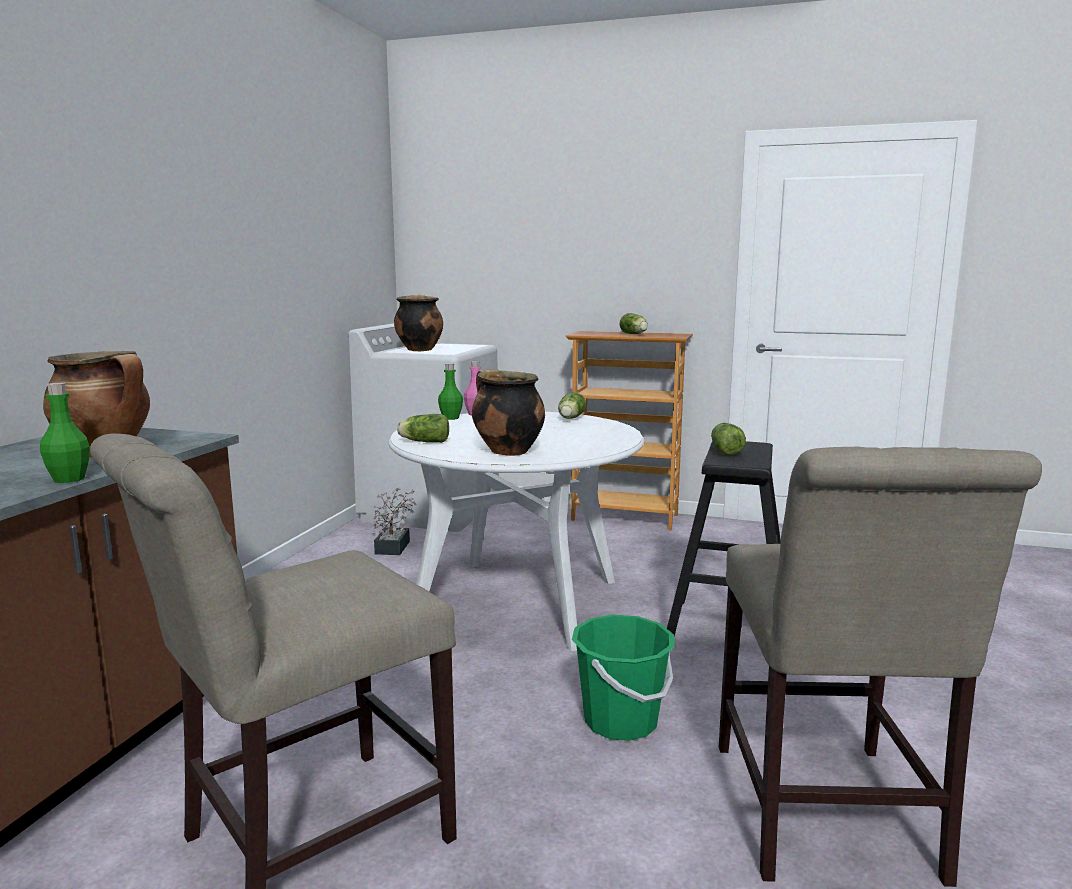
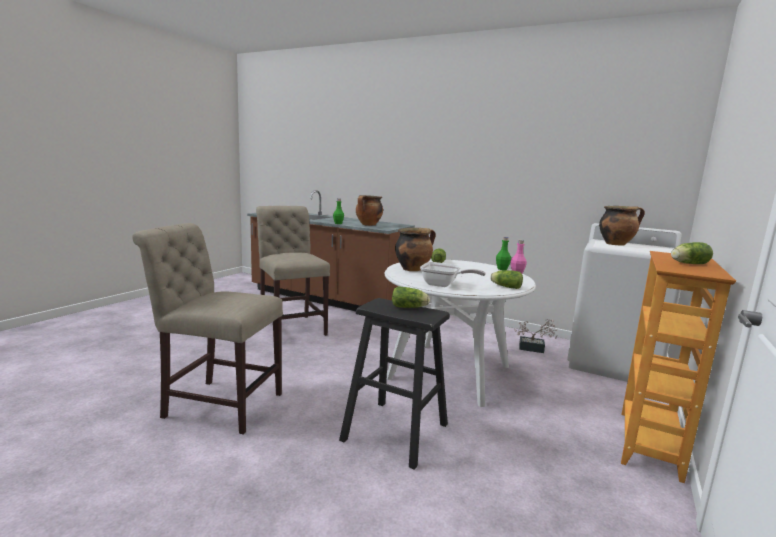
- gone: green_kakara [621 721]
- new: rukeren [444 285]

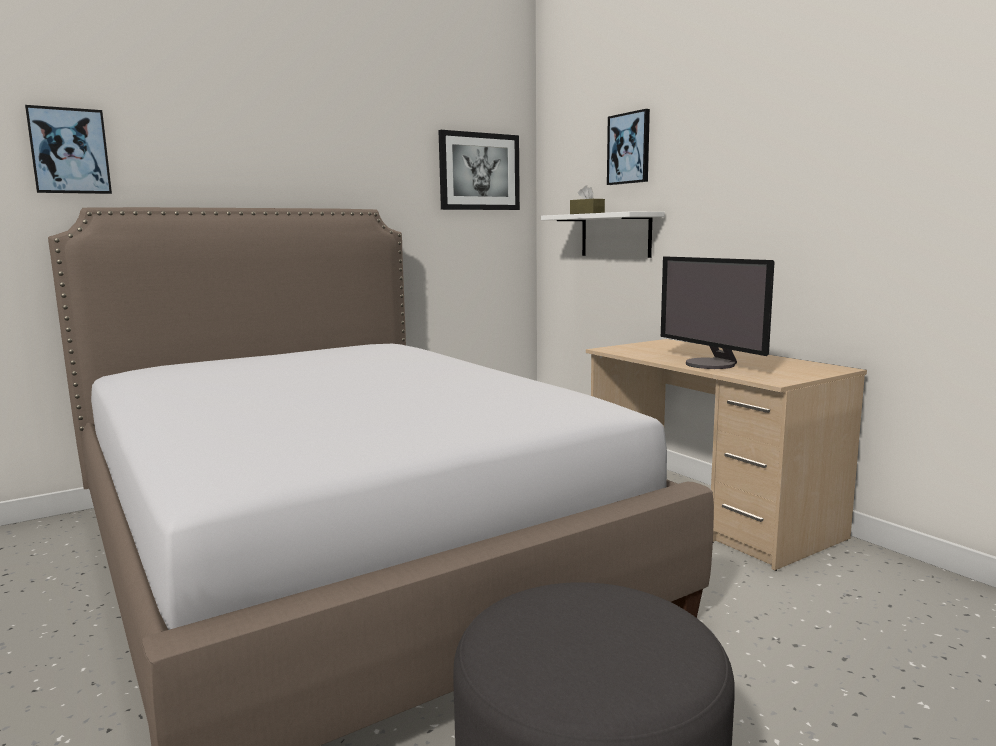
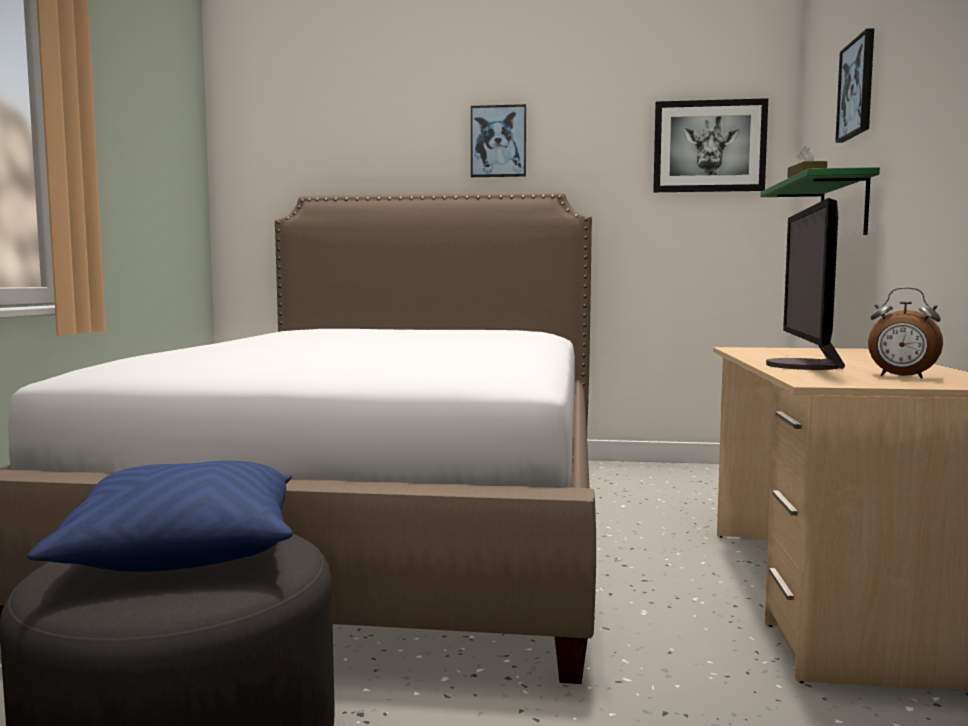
- shifted: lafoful [69 151] to [498 141]
- repainted: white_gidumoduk [615 235] to green_gidumoduk [843 209]
- new: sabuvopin [901 377]
- new: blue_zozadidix [183 549]

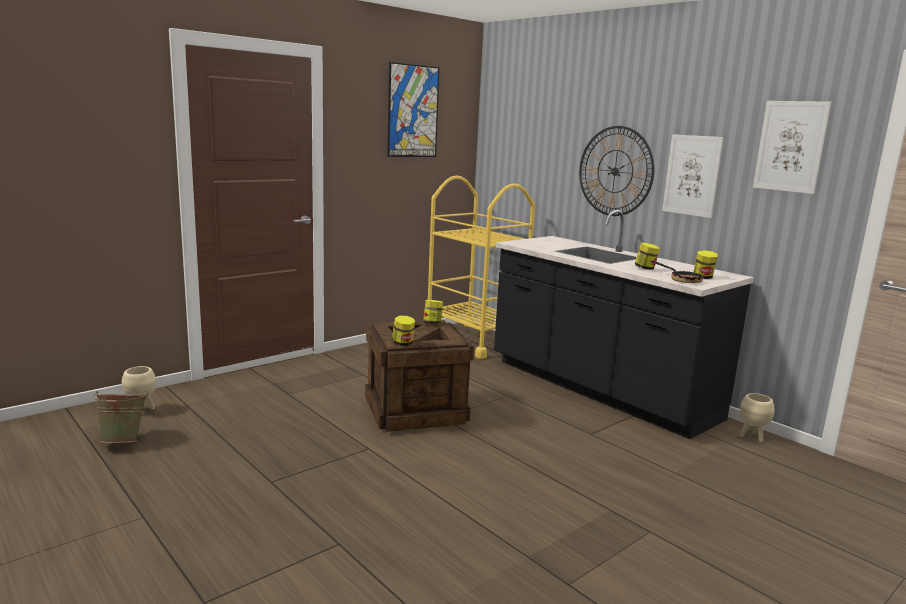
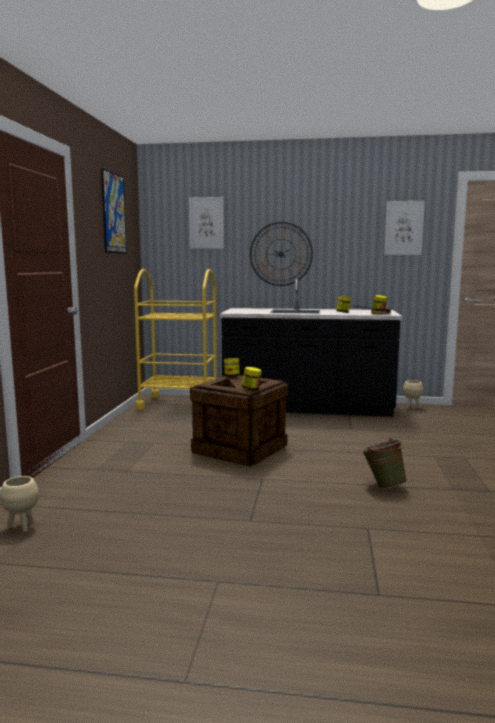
- shifted: lafoful [692 175] to [206 223]
- shifted: green_kakara [124 441] to [382 486]

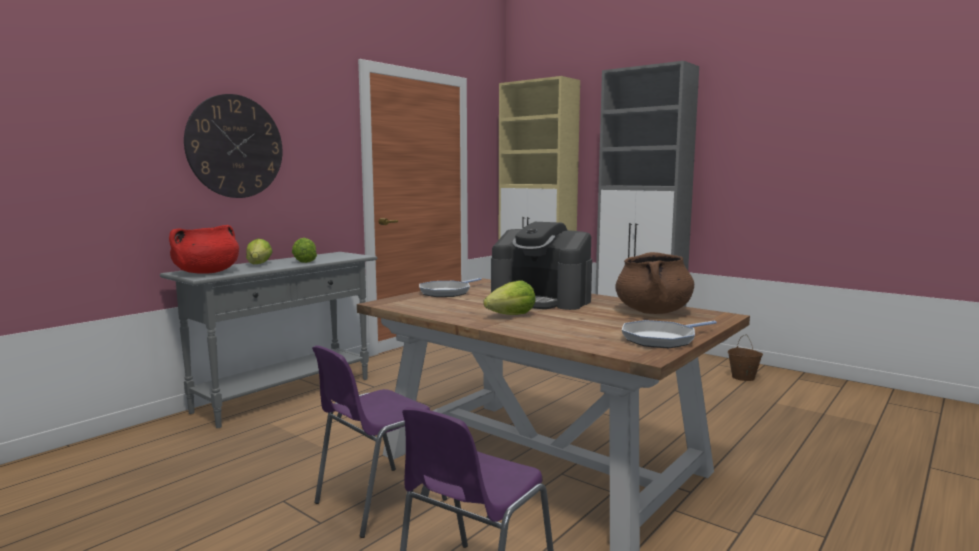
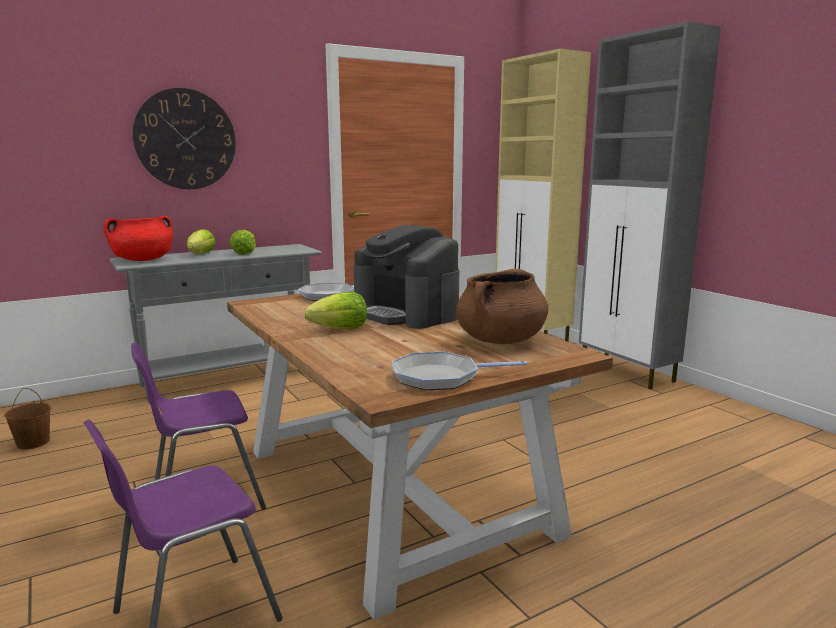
- shifted: brown_kakara [743 377] to [32 443]

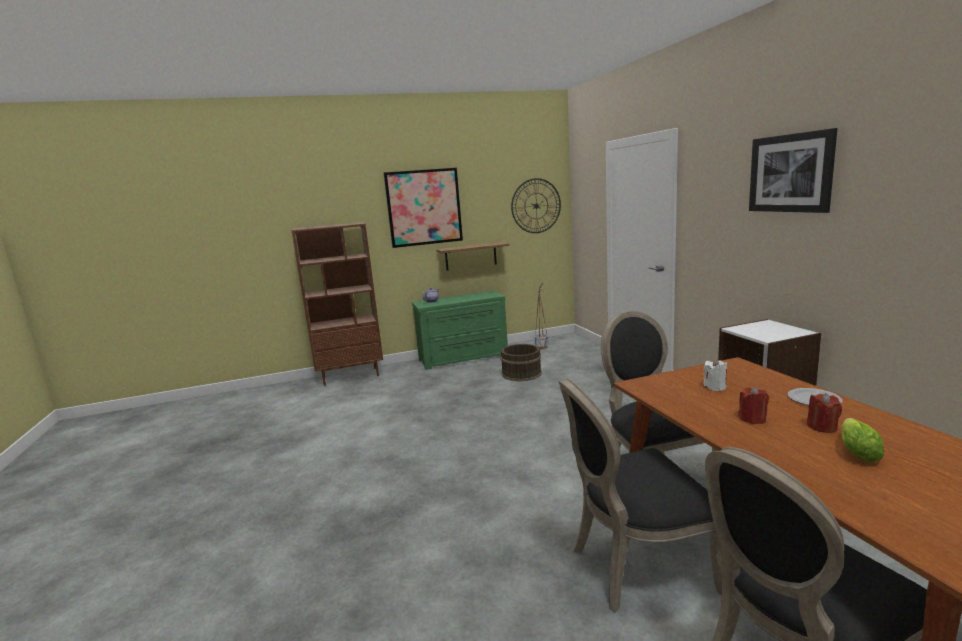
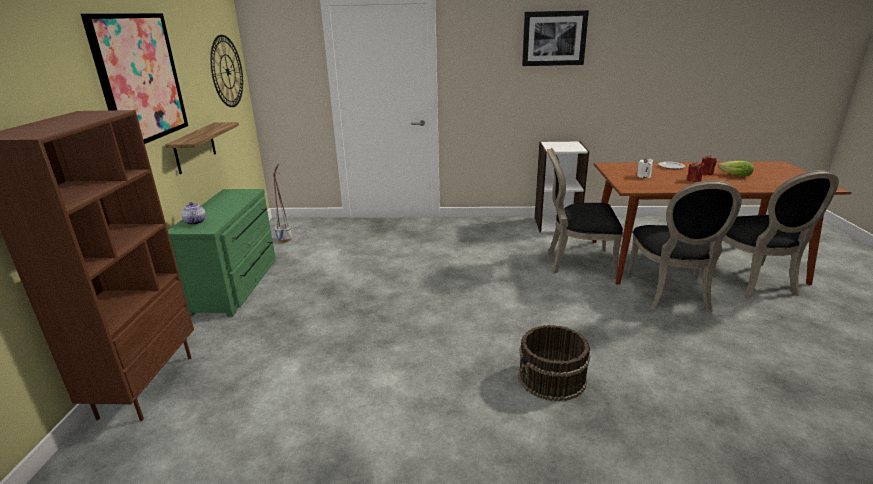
- shifted: brown_kakara [521 374] to [552 378]

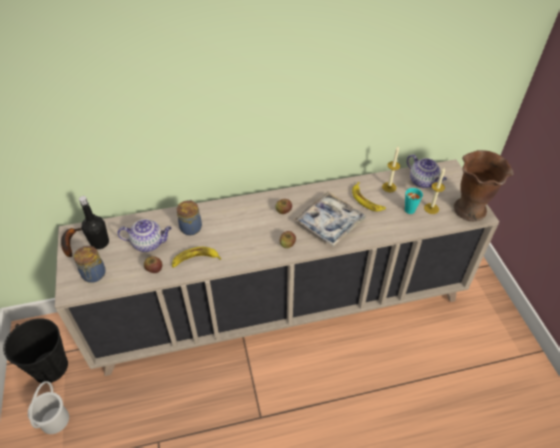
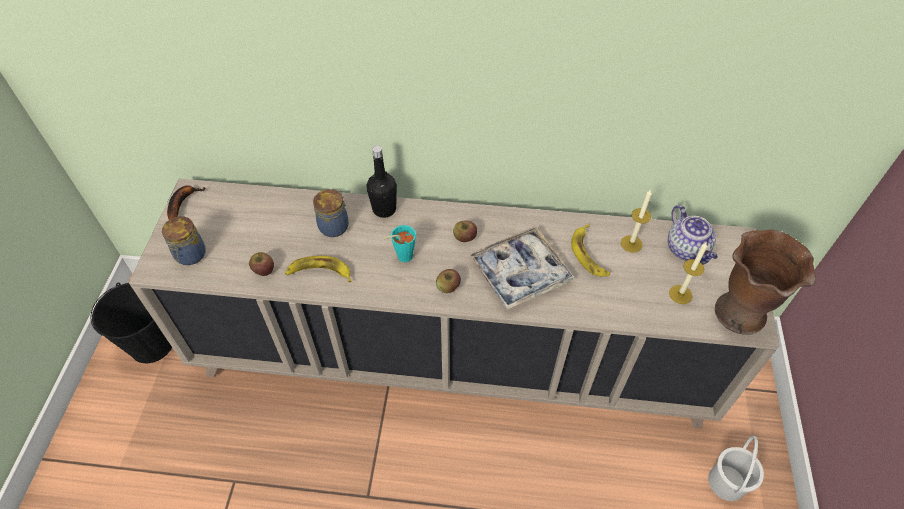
- shifted: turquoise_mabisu [408 211] to [401 257]
- shifted: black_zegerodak [100 243] to [384 209]
- gone: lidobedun [149 243]
- shifted: white_kakara [55 420] to [727 482]

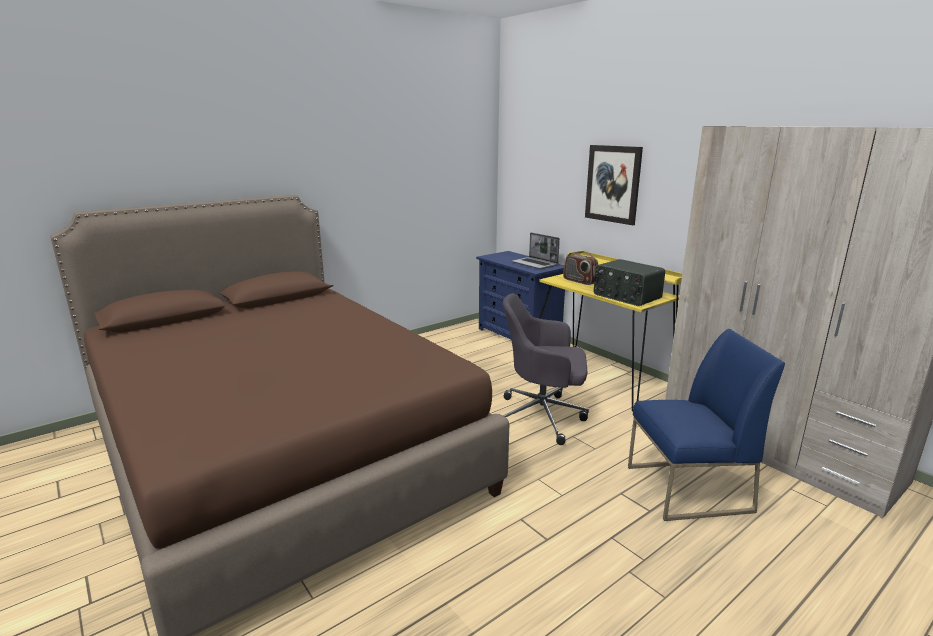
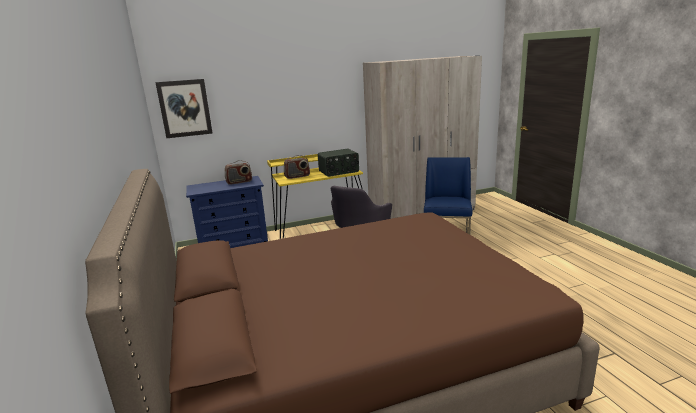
- shifted: lafoful [613 184] to [185 108]
- swapped: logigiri [535 264] to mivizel [239 182]

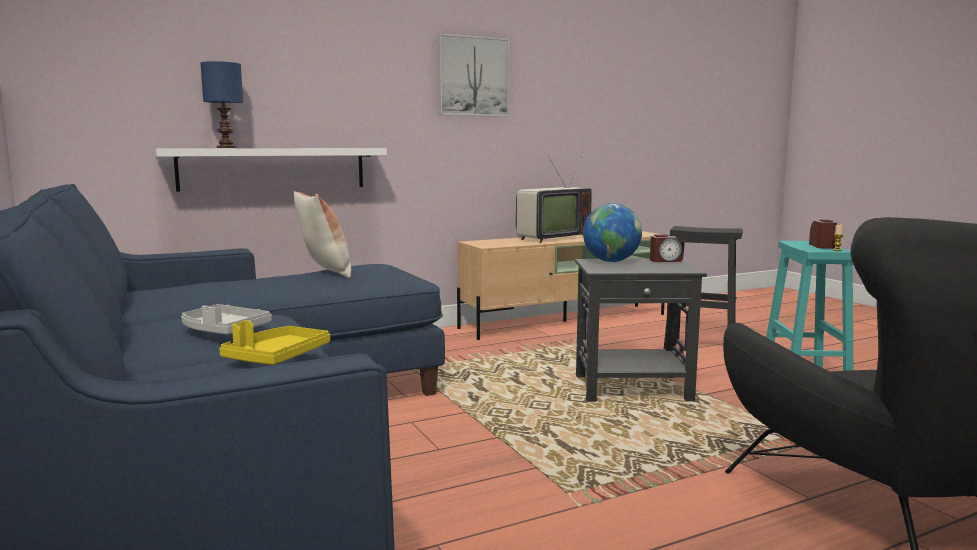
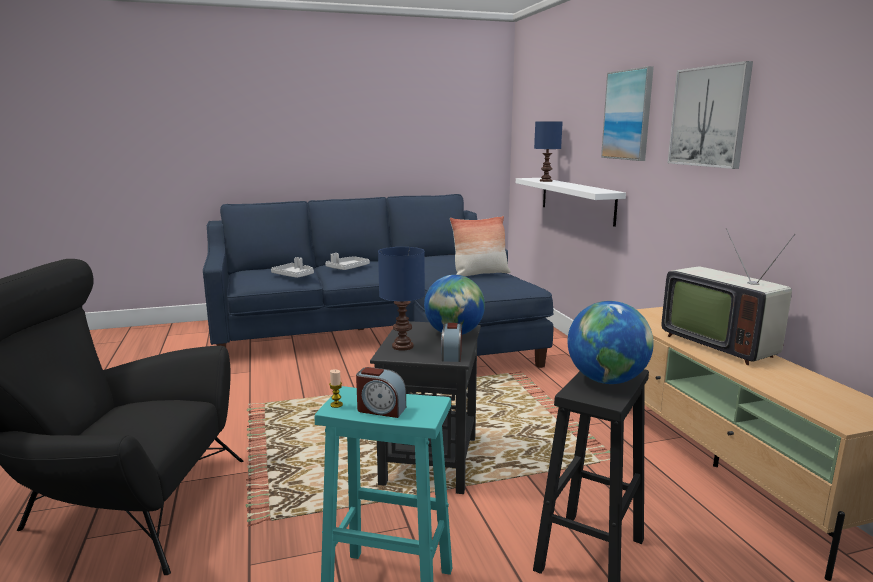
- repainted: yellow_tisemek [276 357] to grey_tisemek [294 276]
- new: lafoful [628 115]
- new: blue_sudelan [402 346]
- new: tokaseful [606 380]

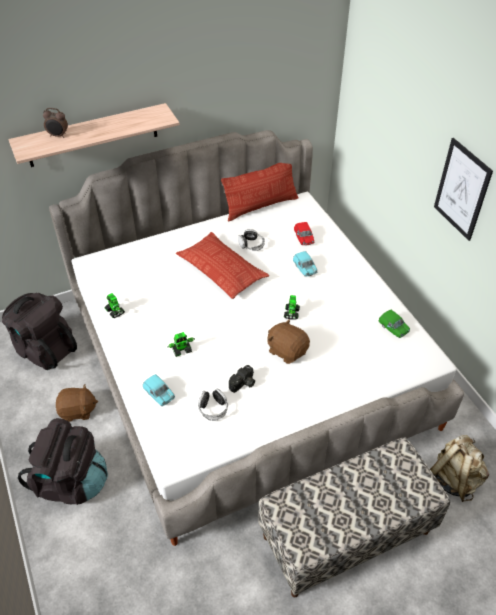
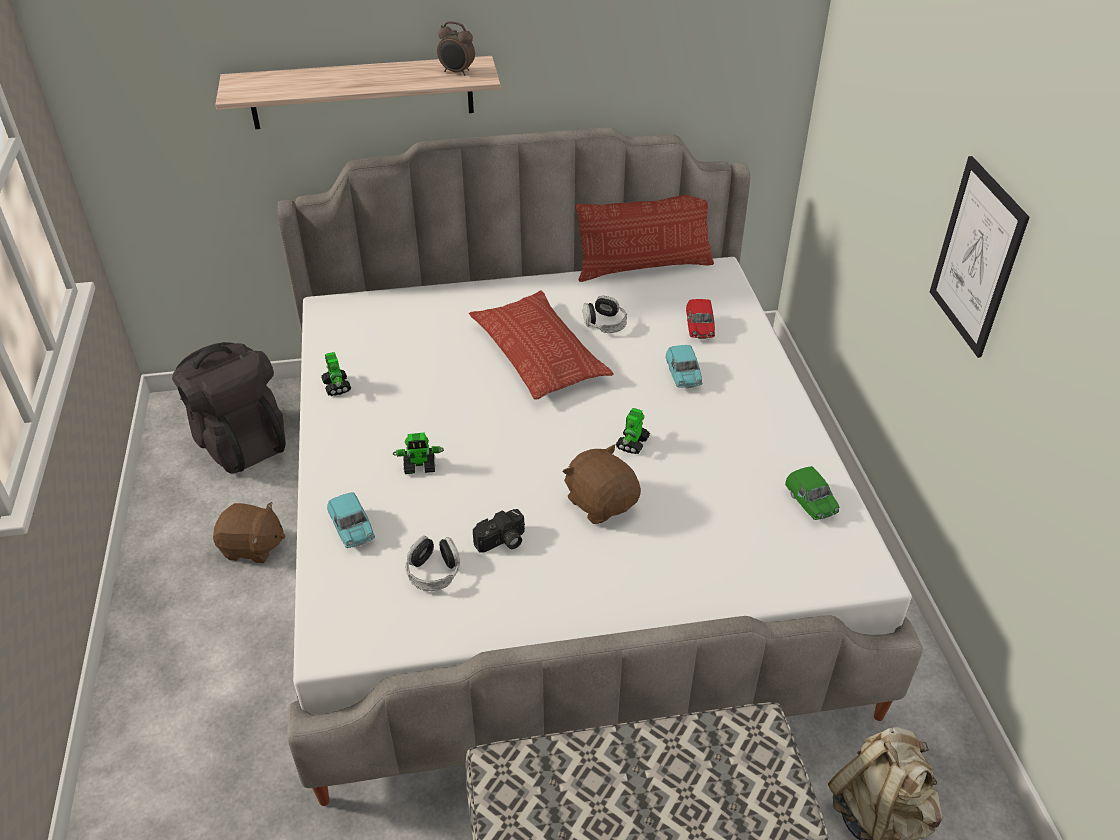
- shifted: sabuvopin [58 136] to [457 72]
- gone: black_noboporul [71 482]

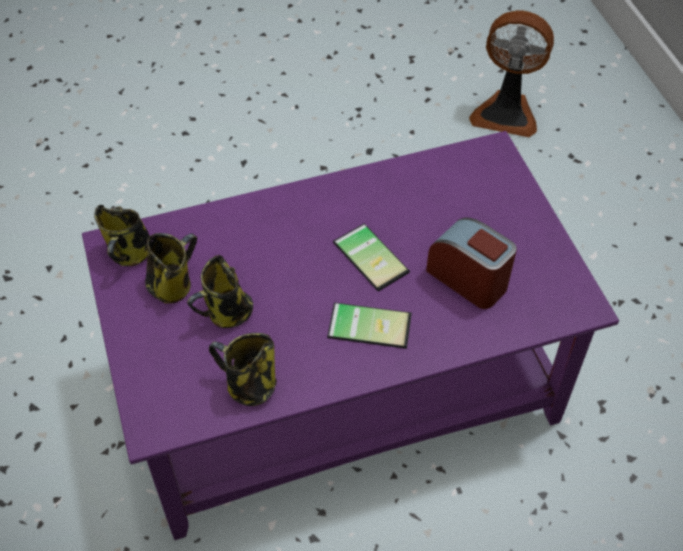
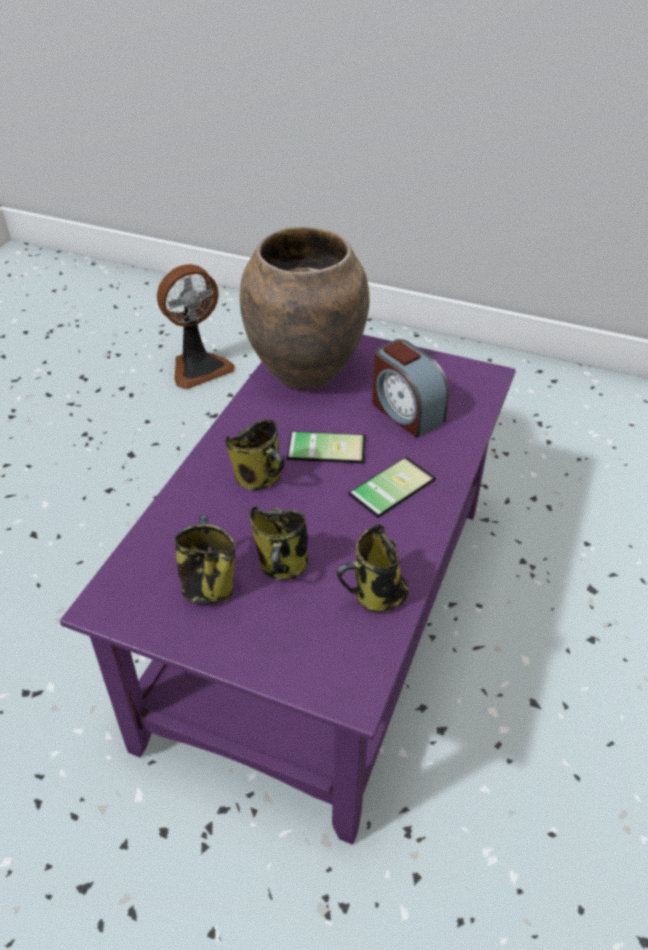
- shifted: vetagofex [129 254] to [260 478]
- rotated: sabuvopin [468 278] = [405 411] 120 degrees counterclockwise
- new: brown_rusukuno [306 373]

